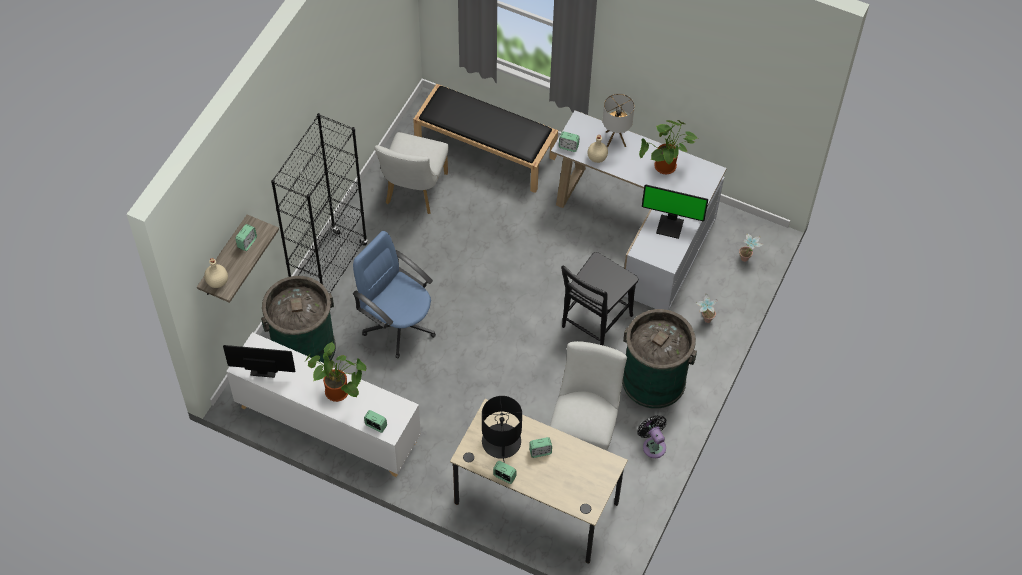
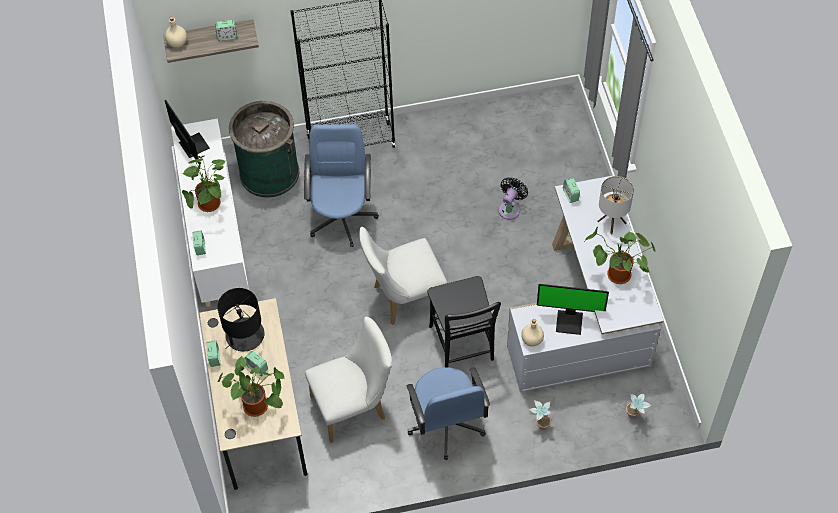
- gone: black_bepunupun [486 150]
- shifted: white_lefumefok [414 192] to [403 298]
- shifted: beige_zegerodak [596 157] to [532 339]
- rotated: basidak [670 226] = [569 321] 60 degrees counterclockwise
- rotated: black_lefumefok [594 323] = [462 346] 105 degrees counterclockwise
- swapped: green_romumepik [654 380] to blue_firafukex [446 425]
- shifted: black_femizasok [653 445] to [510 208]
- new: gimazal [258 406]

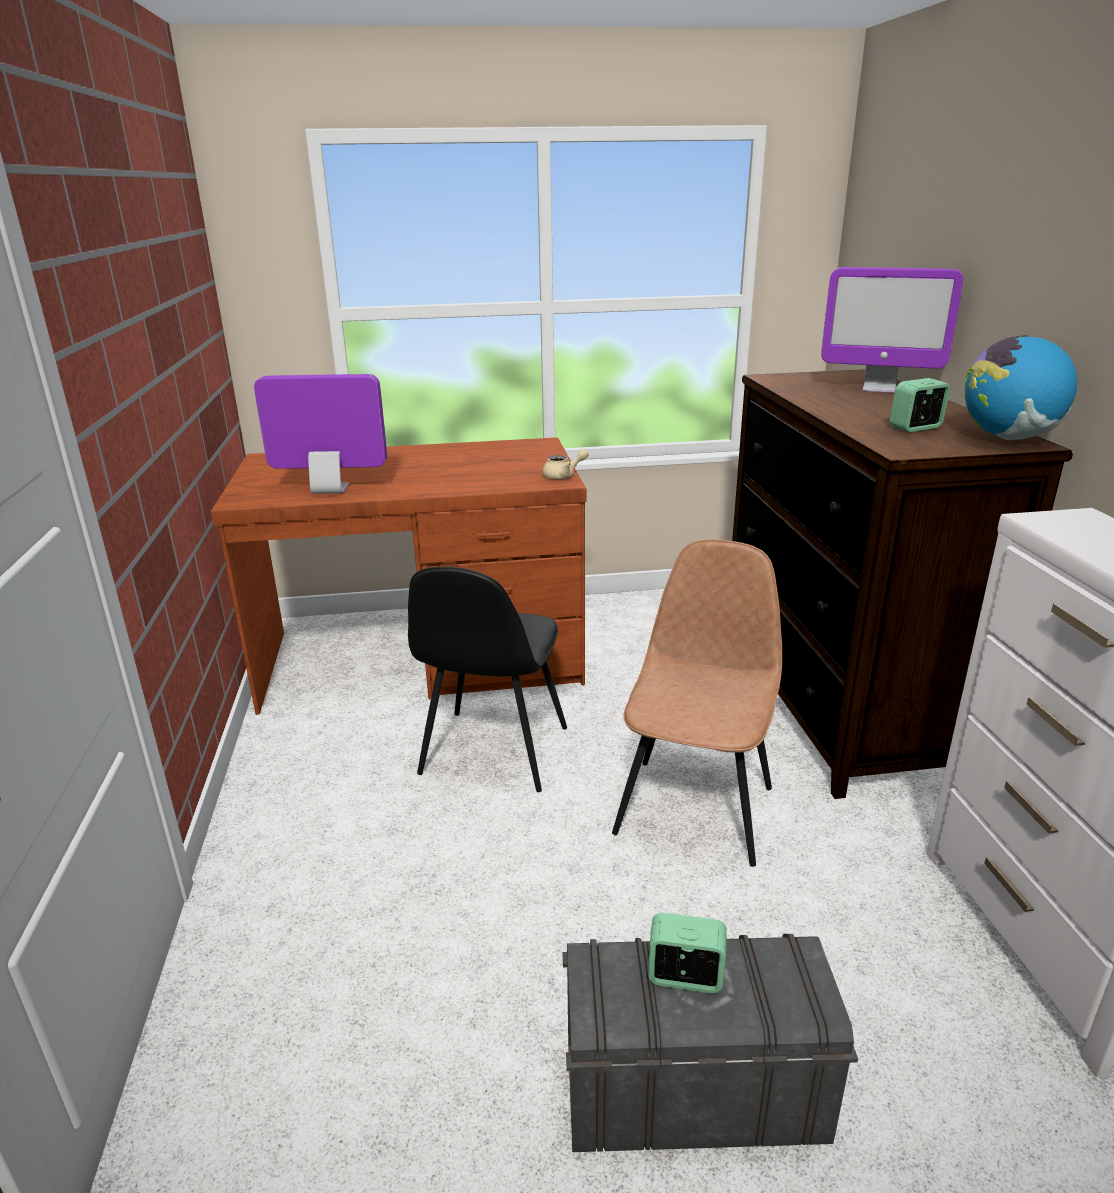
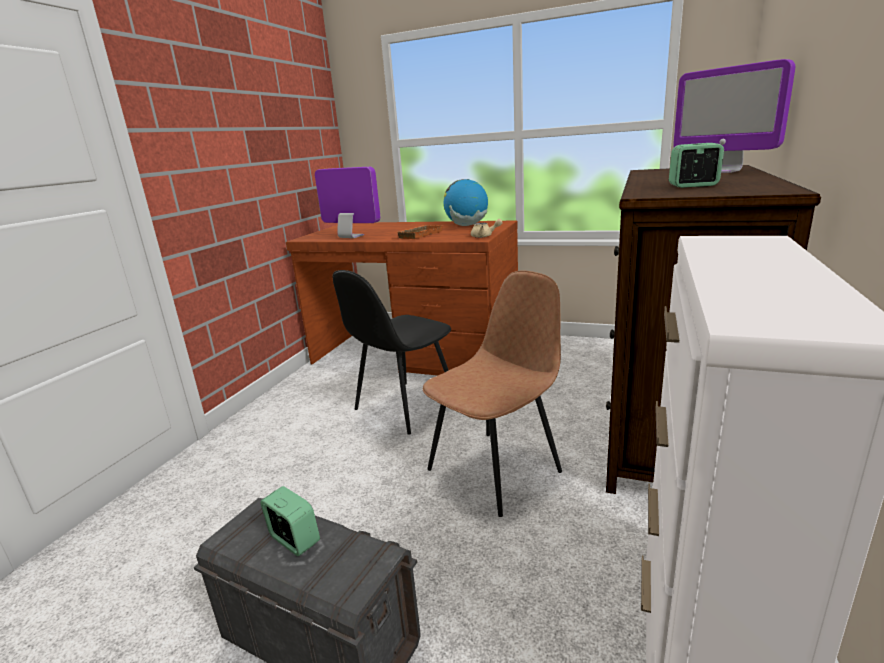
- shifted: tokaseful [1008 438] to [466 225]
- new: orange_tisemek [419 235]

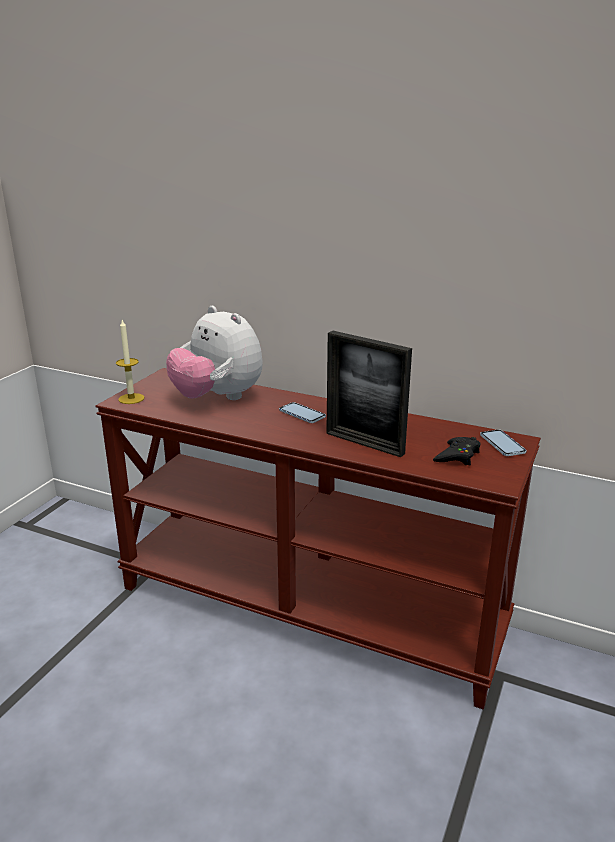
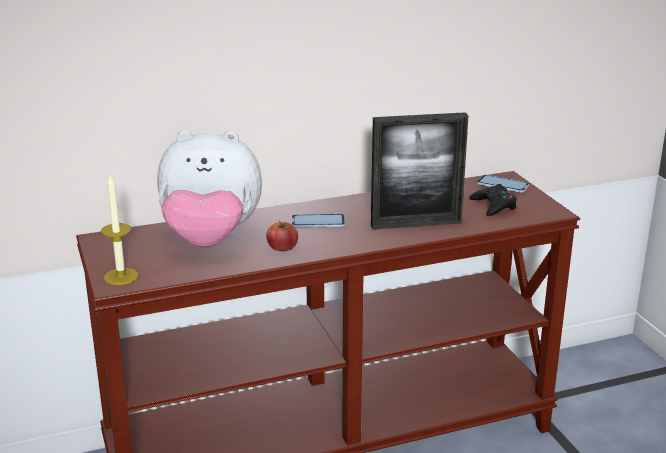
- new: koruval [282 246]

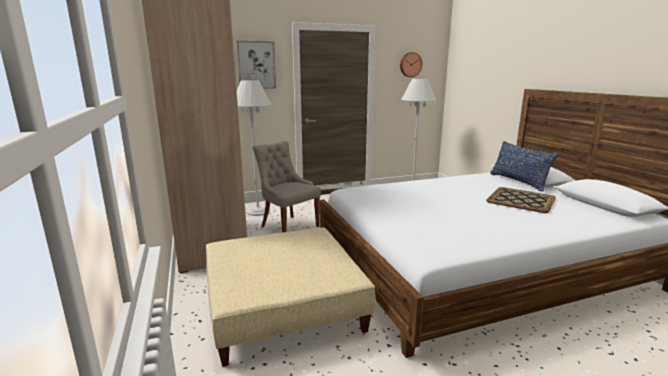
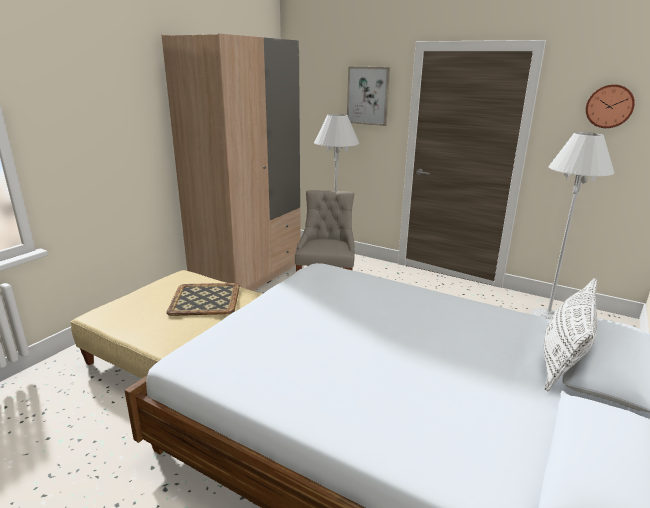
- repainted: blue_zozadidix [518 182] to white_zozadidix [563 359]
- shifted: tisemek [520 200] to [204 299]

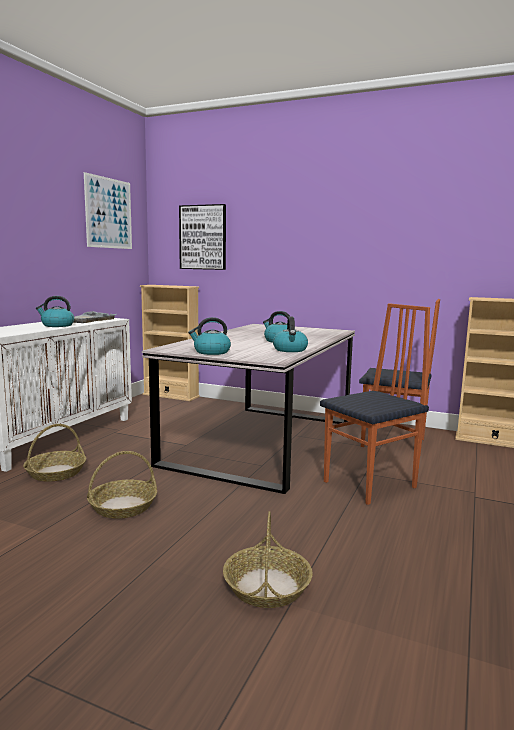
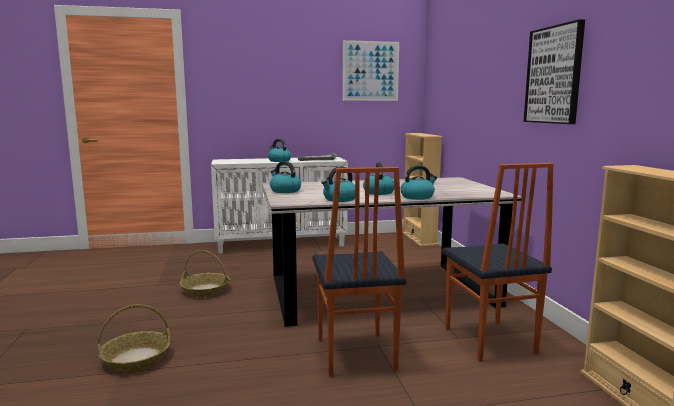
- shifted: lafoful [203 237] to [554 75]
- rotated: lefumefok [371 485] = [354 354] 60 degrees clockwise
- gone: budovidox [56 472]
- new: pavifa [417 197]

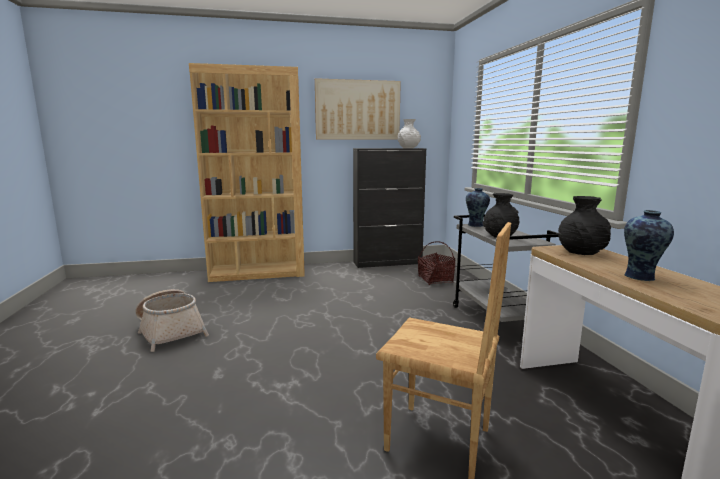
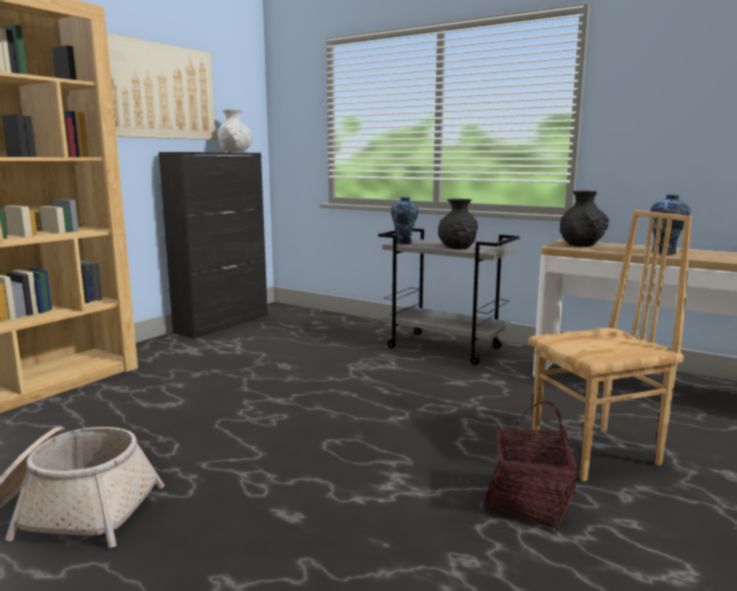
- shifted: budovidox [435 280] to [529 503]

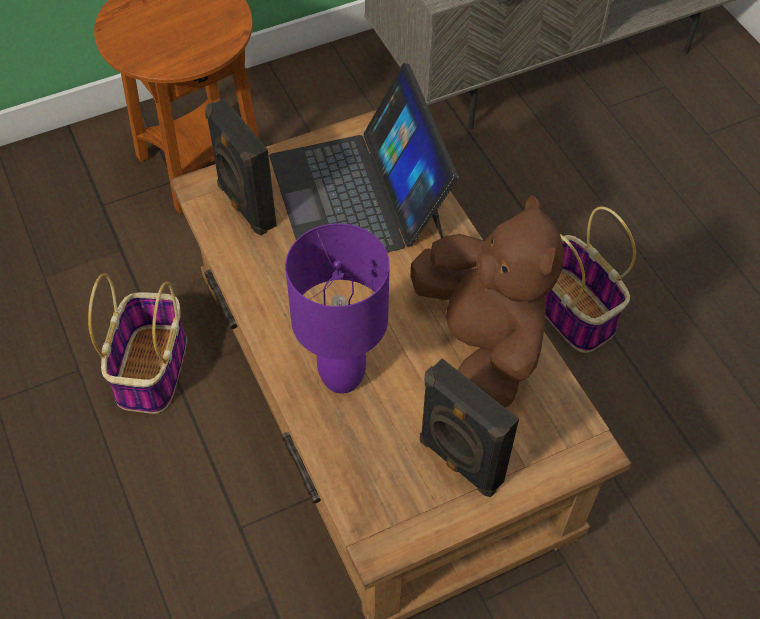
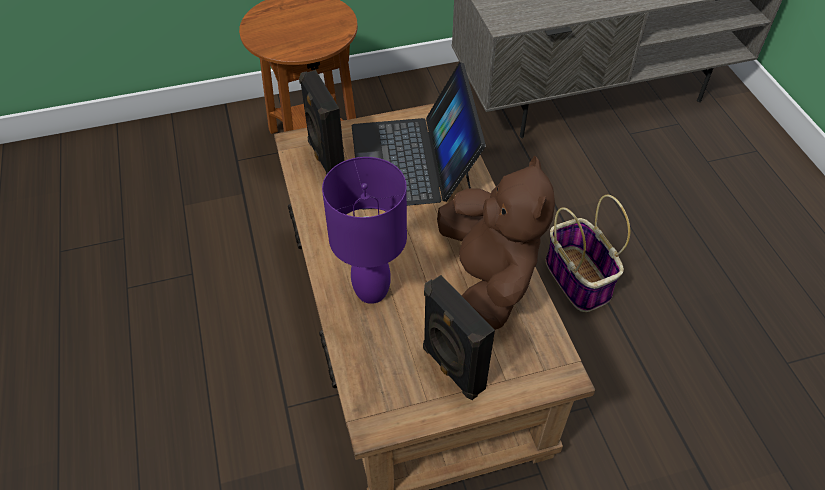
- gone: budovidox [151 367]

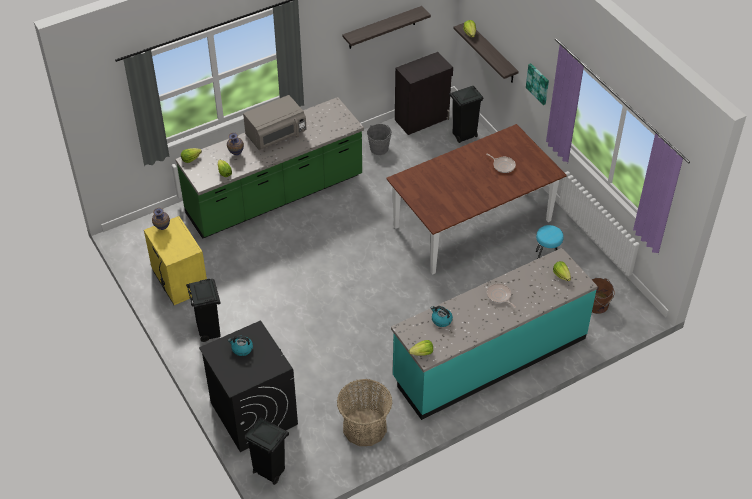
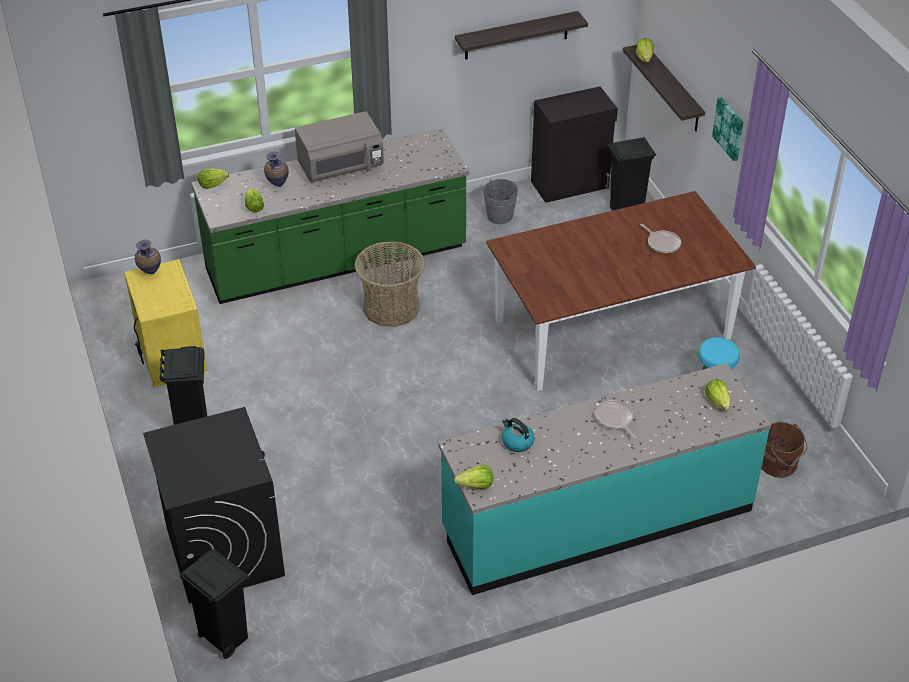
- gone: pavifa [242 349]
- shifted: budovidox [364 427] to [391 307]

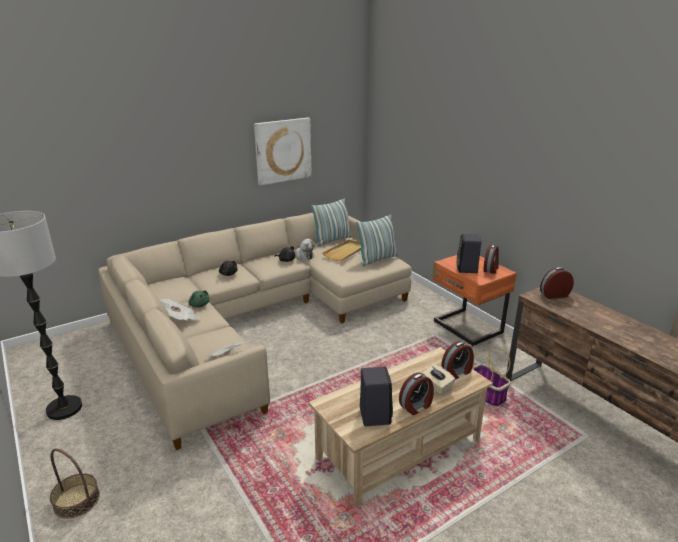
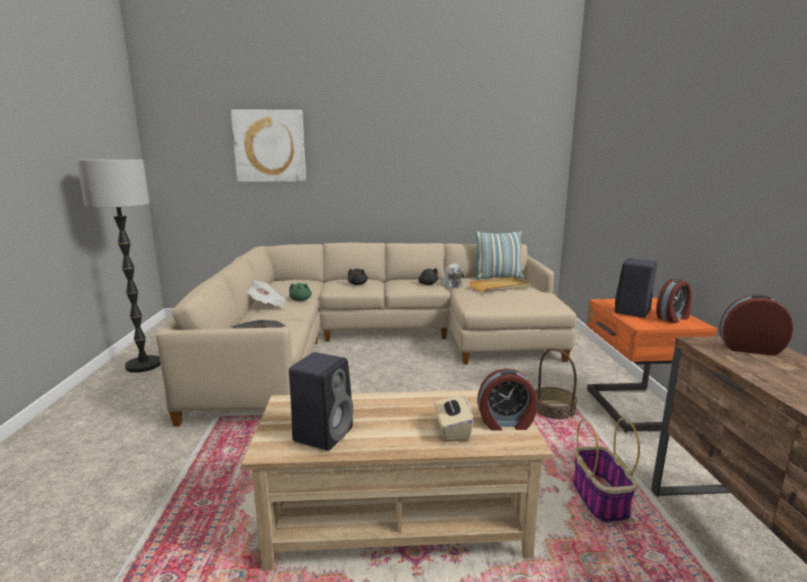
- shifted: lafoful [283 150] to [269 146]
- gone: zozadidix [377 259]
- gone: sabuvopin [416 406]
- shifted: budovidox [76 500] to [553 409]

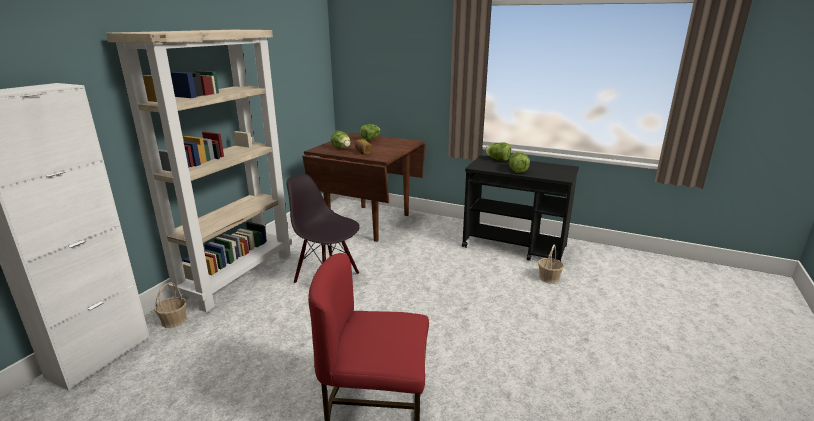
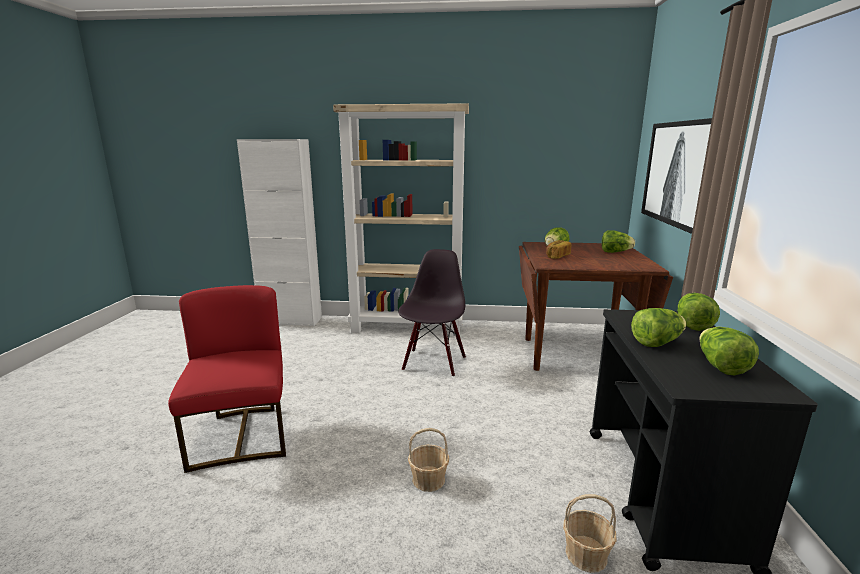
- shifted: budovidox [174 320] to [429 480]
- new: lafoful [677 173]
- new: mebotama [720 366]

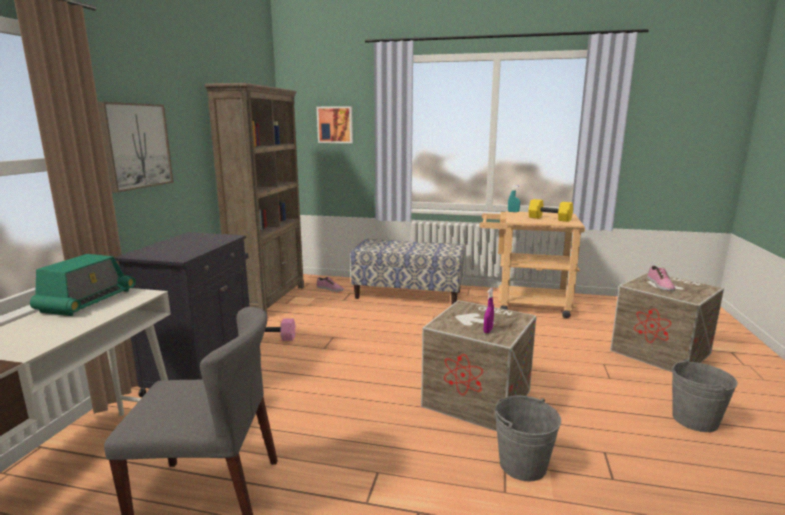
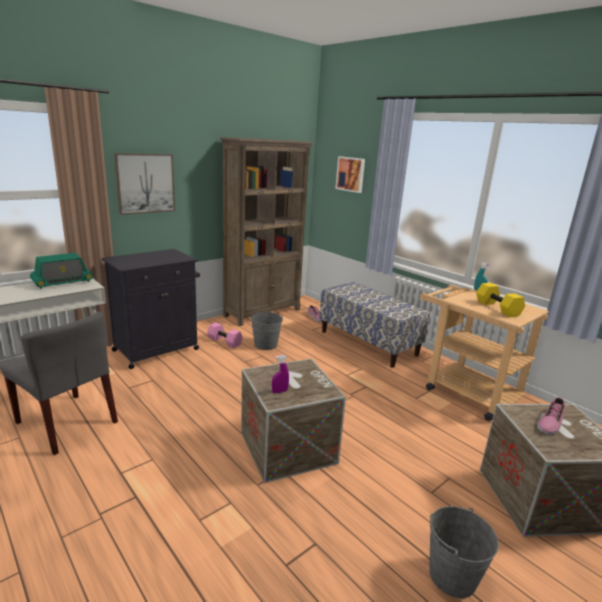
- shifted: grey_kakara [522 465] to [265 344]

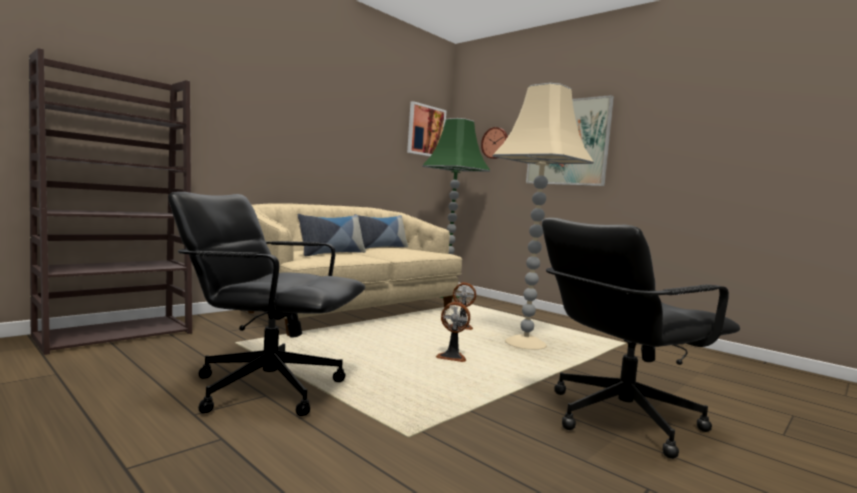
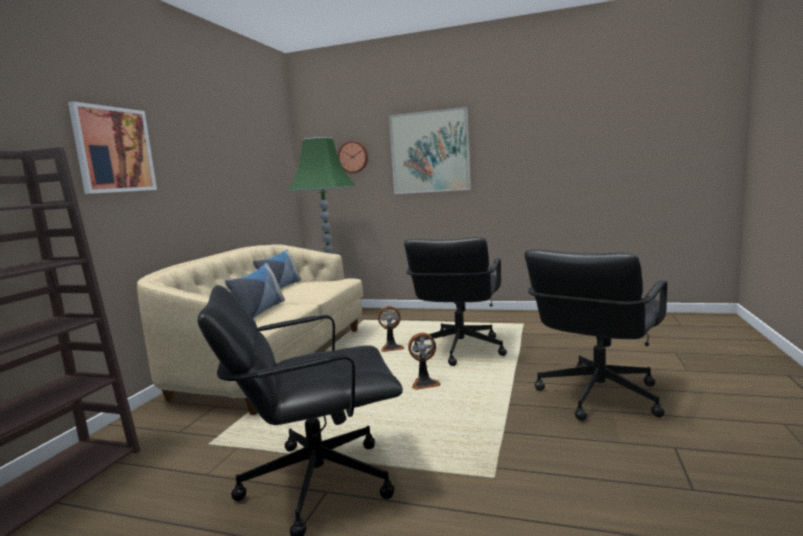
- swapped: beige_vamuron [524 344] to black_firafukex [459 349]
- shifted: lafoful [426 131] to [114 150]

